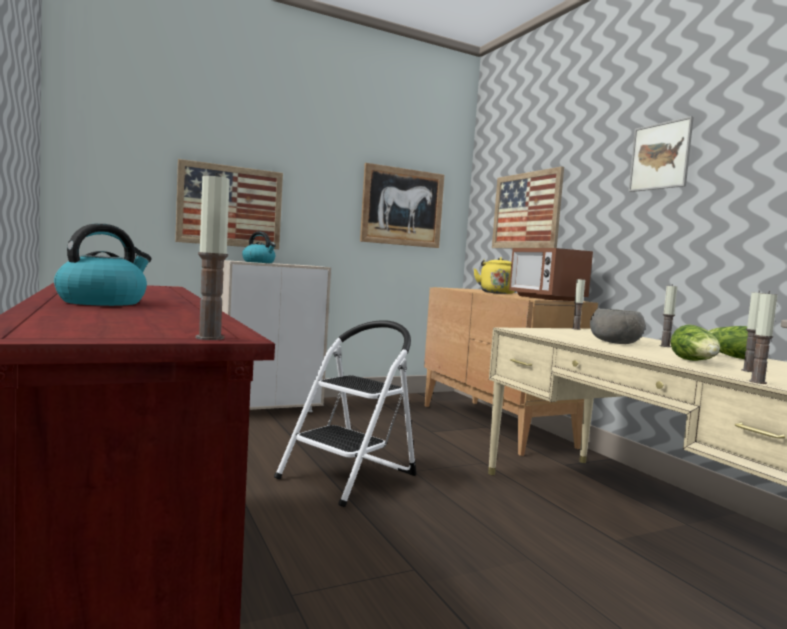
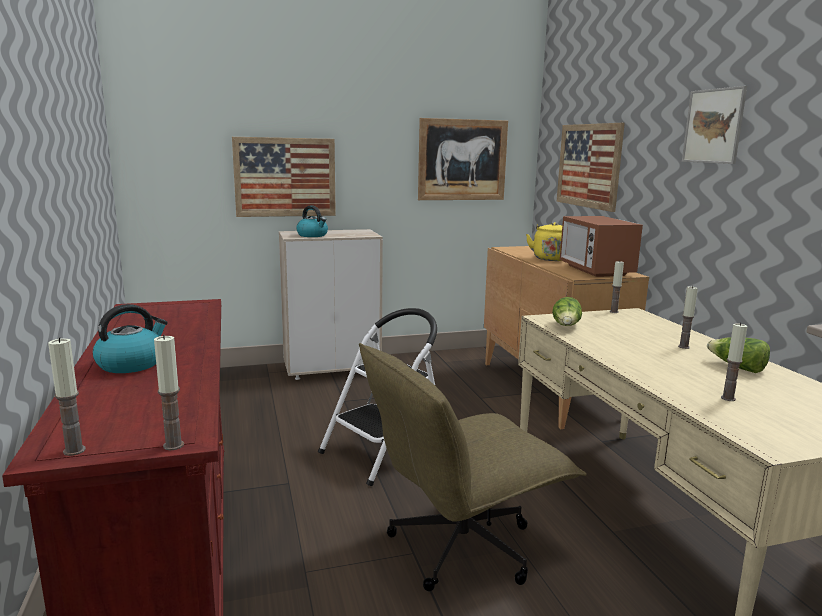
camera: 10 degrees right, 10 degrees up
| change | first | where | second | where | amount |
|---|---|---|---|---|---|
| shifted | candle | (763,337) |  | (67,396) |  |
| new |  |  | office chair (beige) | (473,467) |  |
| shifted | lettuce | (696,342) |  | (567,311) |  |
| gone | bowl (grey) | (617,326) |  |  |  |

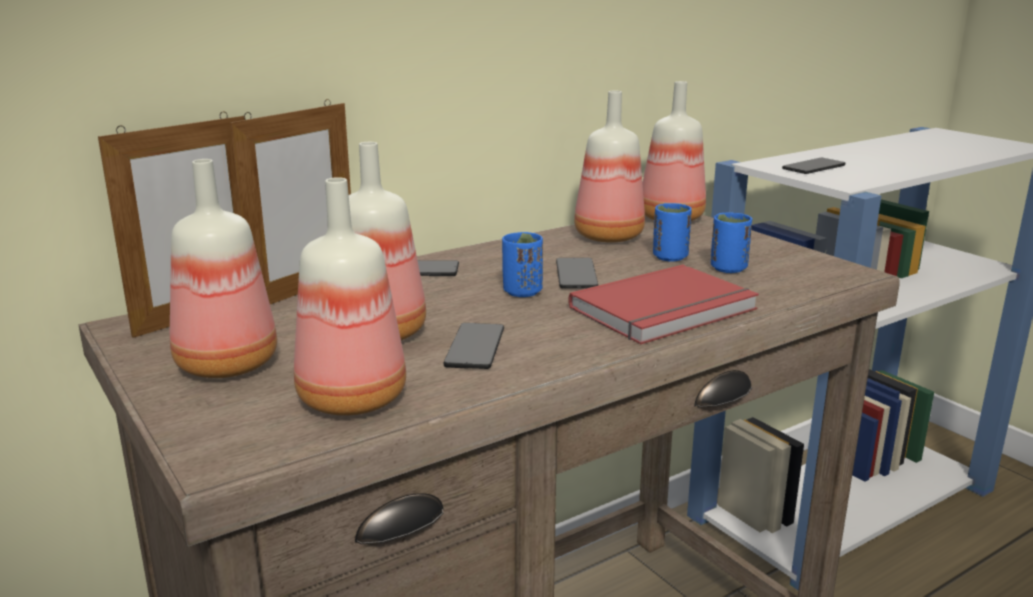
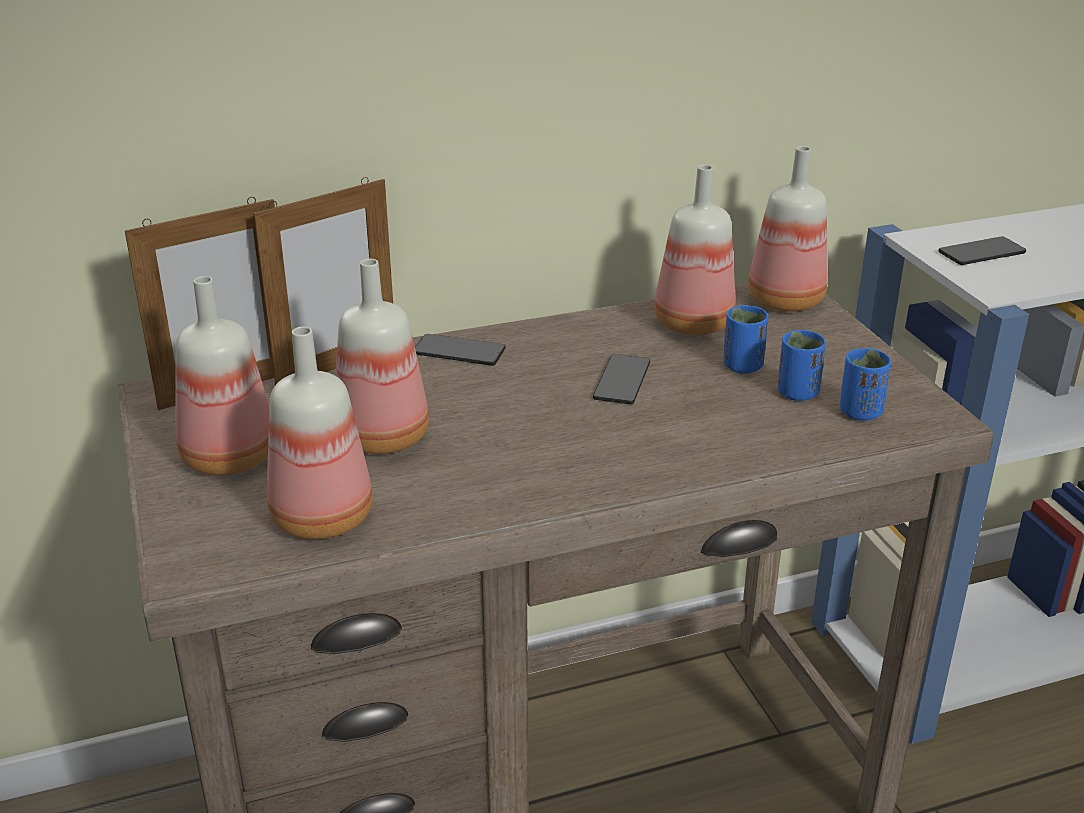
camera: 15 degrees right, 10 degrees up
| change | first | where | second | where | amount |
|---|---|---|---|---|---|
| shifted | cup (blue) | (522,264) |  | (865,384) |  |
| gone | phone | (474,346) |  |  |  |
| gone | book (red) | (664,304) |  |  |  |

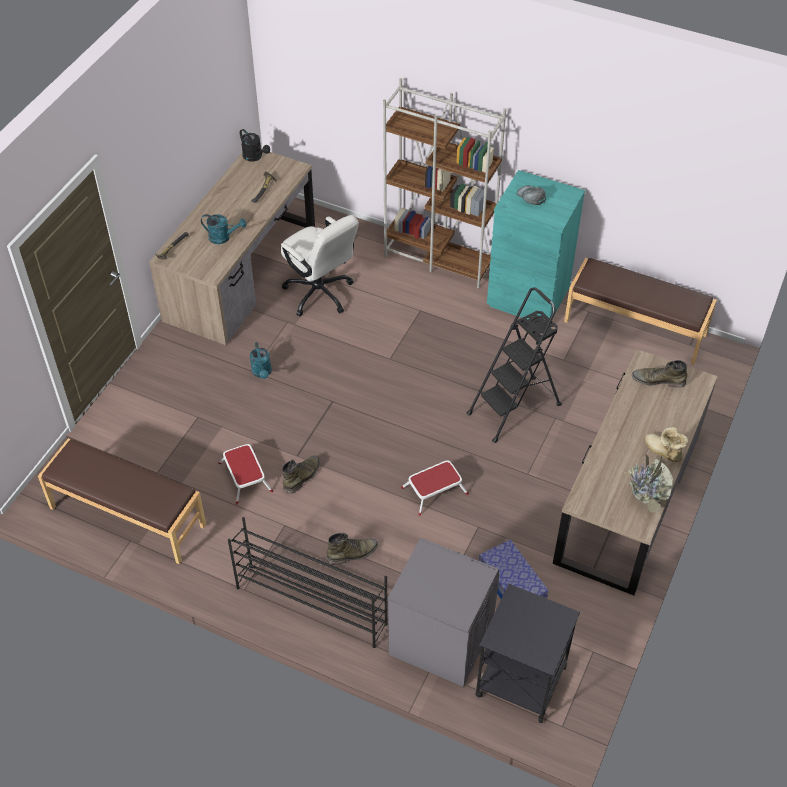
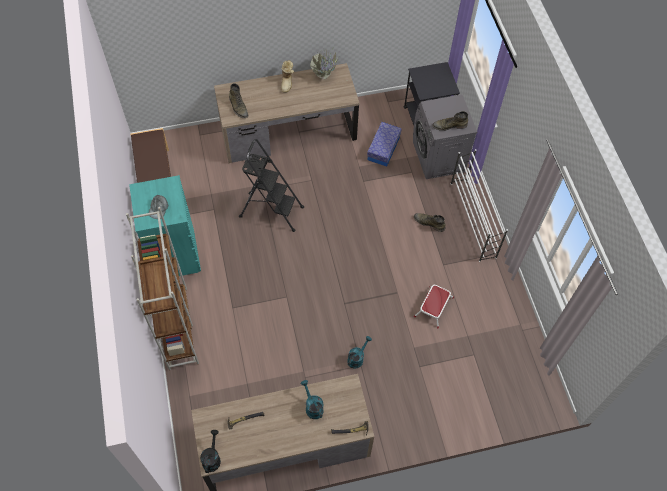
camera: 130 degrees left, 10 degrees up
| change | first | where | second | where | amount |
|---|---|---|---|---|---|
| shifted | boot (green) | (301,475) |  | (450,121) |  |
| repainted | shoe rack (black) | (308,582) | shoe rack (white) | (479,205) |  |
| gone | bench (brown) | (122,501) |  |  |  |
| gone | office chair (white) | (320,265) |  |  |  |
| gone | step ladder (red) | (435,488) |  |  |  |

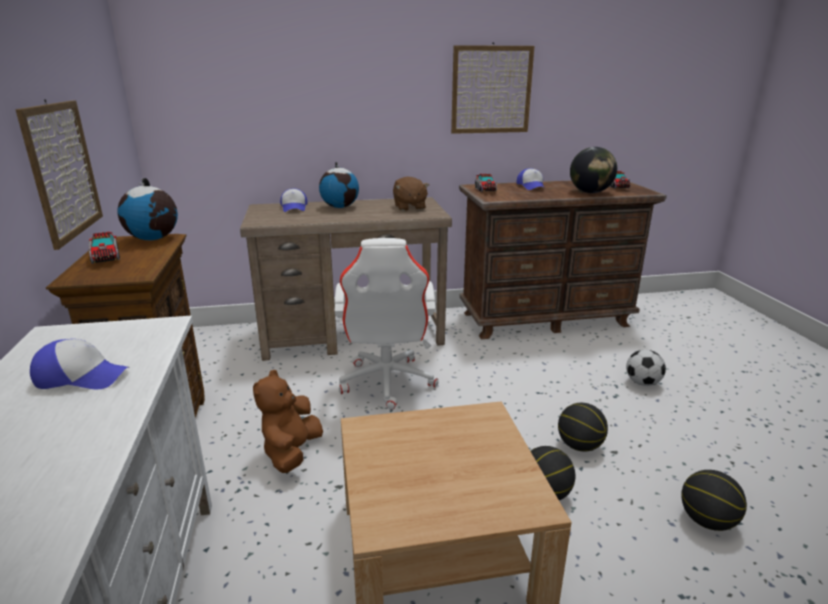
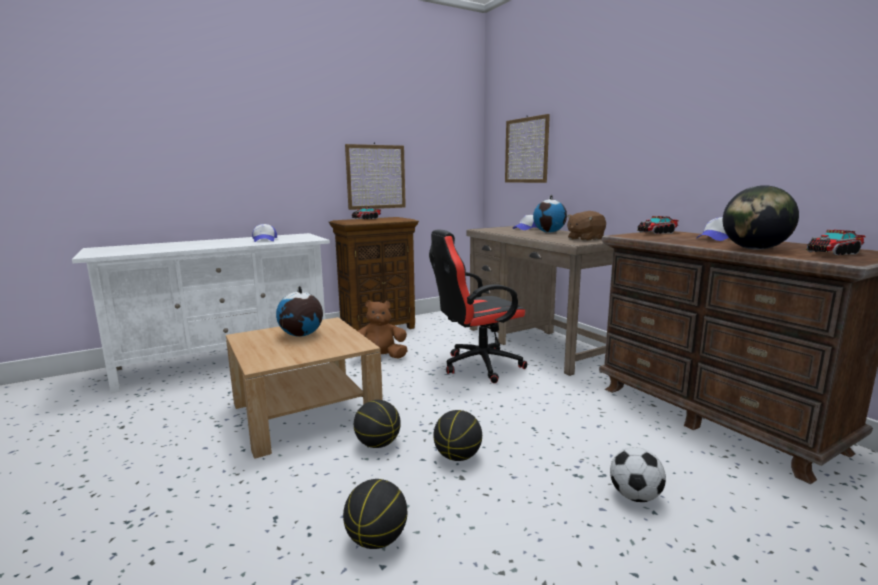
camera: 70 degrees right, 10 degrees down
| change | first | where | second | where | amount |
|---|---|---|---|---|---|
| shifted | globe | (148,209) |  | (299,311) |  |
| repainted | office chair (white) | (386,323) | office chair (black) | (478,306) |  |
| shifted | picture | (492,88) |  | (527,148) |  |

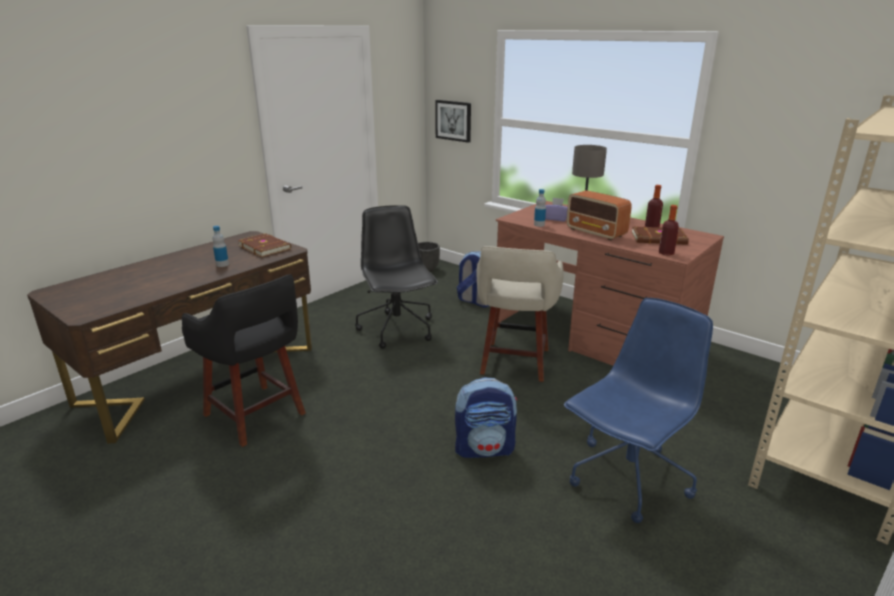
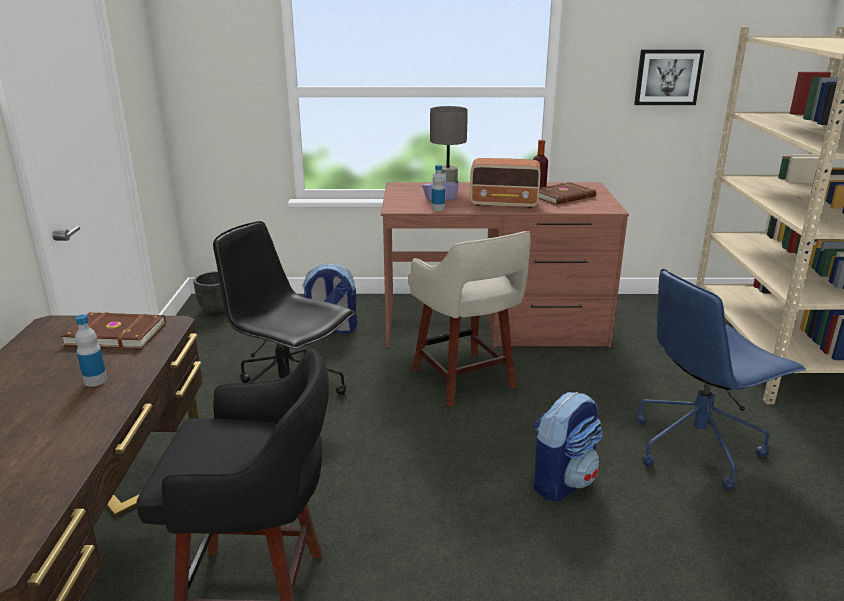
camera: 40 degrees left, 0 degrees up
| change | first | where | second | where | amount |
|---|---|---|---|---|---|
| shifted | picture | (453,121) |  | (669,77) |  |
| rotated | office chair (blue) | (638,410) |  | (721,379) | 120 degrees counterclockwise |
| gone | bottle | (669,230) |  |  |  |

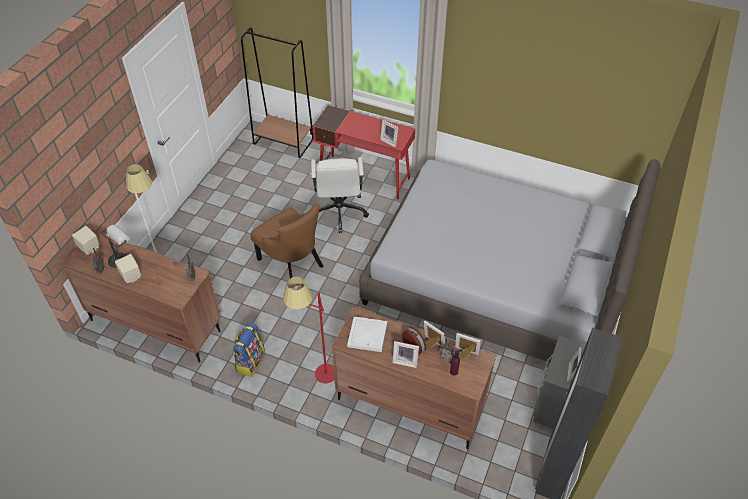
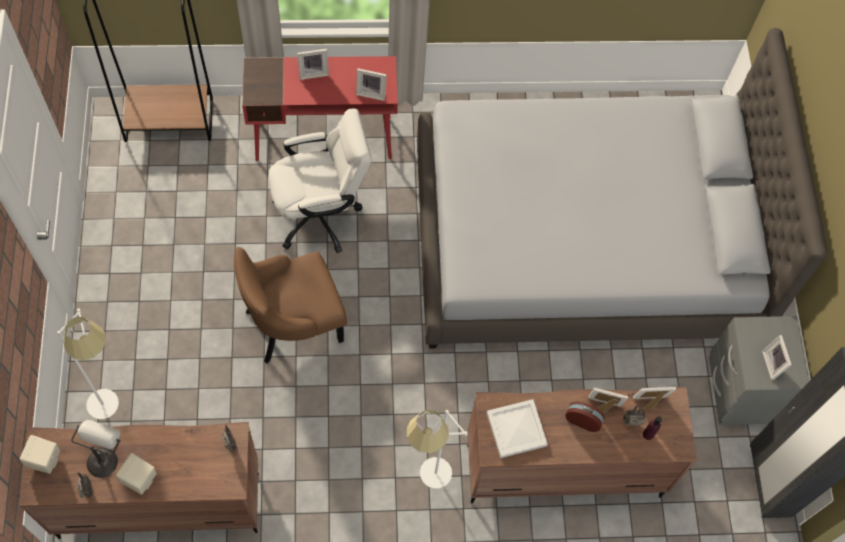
camera: 30 degrees left, 15 degrees up
| change | first | where | second | where | amount |
|---|---|---|---|---|---|
| rotated | chair (brown) | (287,246) |  | (290,305) | 135 degrees clockwise |
| rotated | office chair (white) | (340,195) |  | (320,181) | 75 degrees counterclockwise |
| shifted | picture frame | (405,354) |  | (313,64) |  |
| repainted | floor lamp (red) | (309,329) | floor lamp (white) | (437,449) |  |
| gone | backpack | (249,350) |  |  |  |

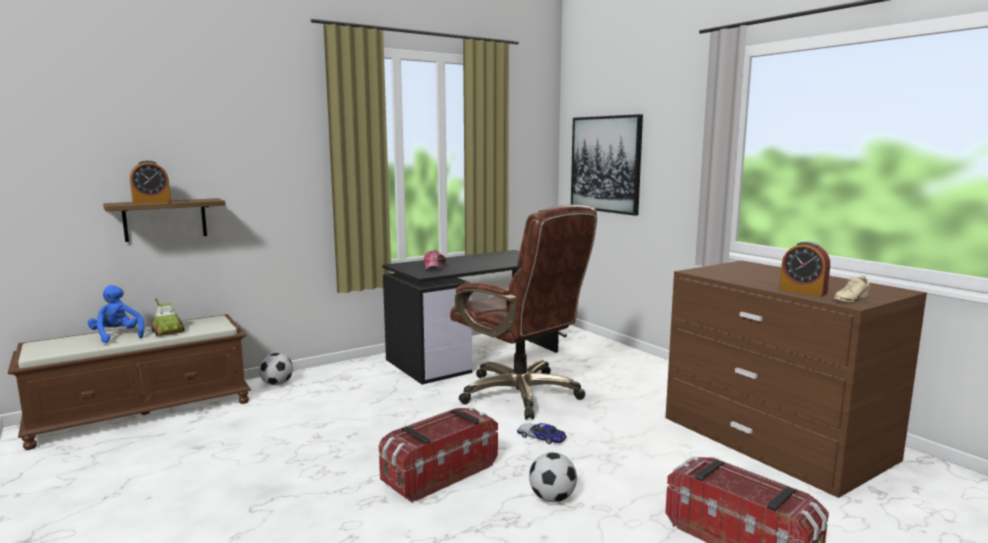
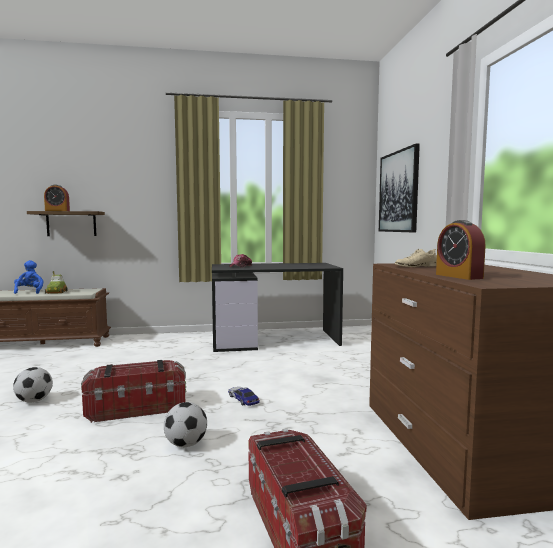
camera: 25 degrees right, 5 degrees down
| change | first | where | second | where | amount |
|---|---|---|---|---|---|
| shifted | football | (276,369) |  | (33,384) |  |
| shifted | shoe (beige) | (852,289) |  | (416,258) |  |
| gone | office chair (brown) | (523,312) |  |  |  |

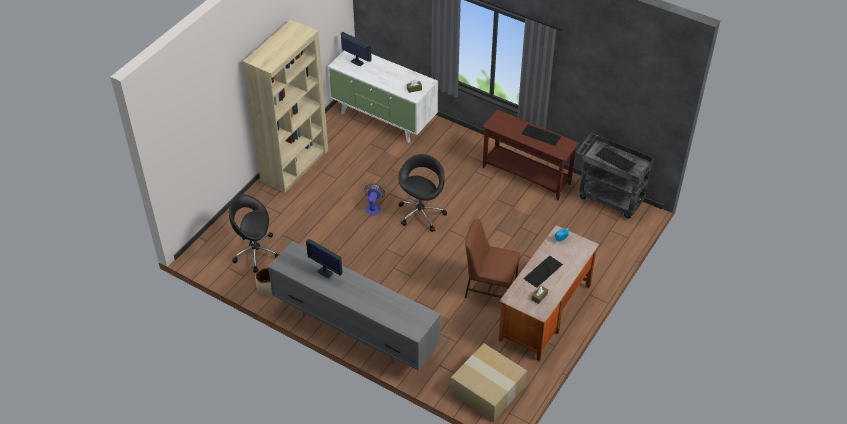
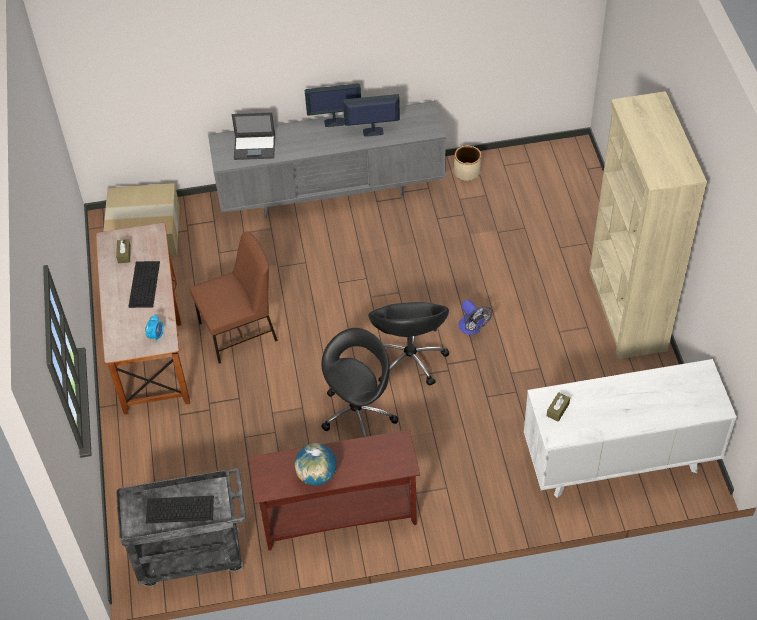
camera: 140 degrees right, 5 degrees up
| change | first | where | second | where | amount |
|---|---|---|---|---|---|
| new |  |  | laptop | (253,136) |  |
| swapped | keyboard | (541,135) | globe | (315,464) |  |
| shifted | monitor | (356,49) |  | (333,105) |  |
| shifted | office chair (black) | (254,233) |  | (359,382) |  |

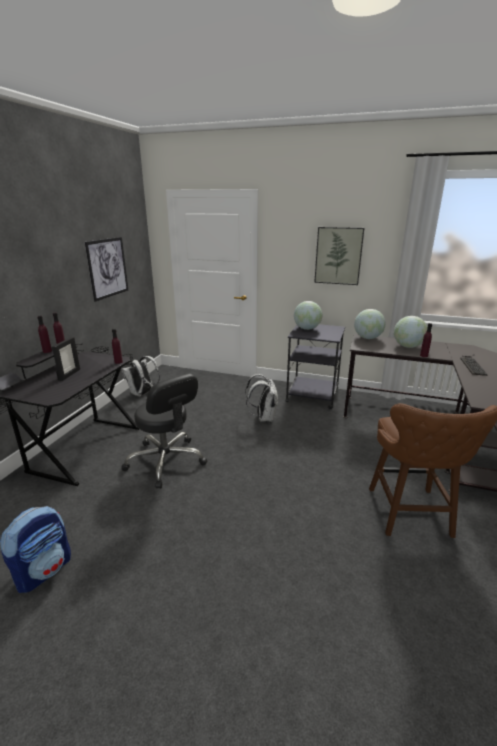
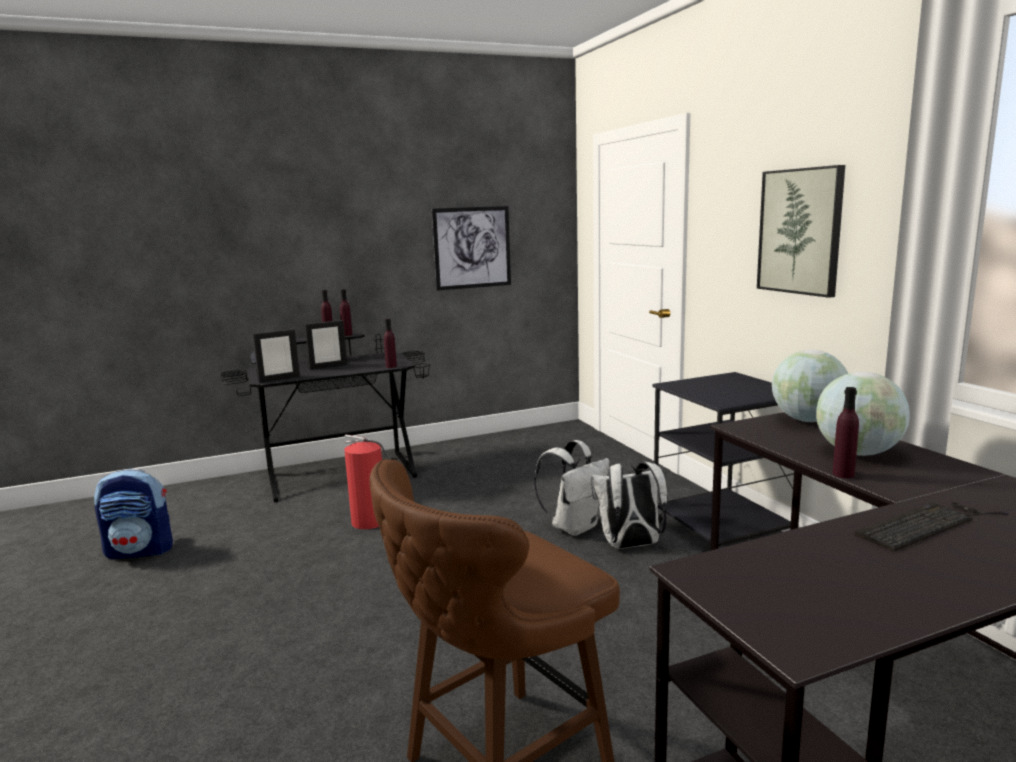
camera: 50 degrees right, 10 degrees down
| change | first | where | second | where | amount |
|---|---|---|---|---|---|
| new |  |  | picture frame | (276,356) |  |
| swapped | office chair (black) | (164,431) | fire extinguisher | (367,482) |  |
| shifted | backpack (white) | (140,376) |  | (629,505) |  |
| gone | globe | (308,315) |  |  |  |

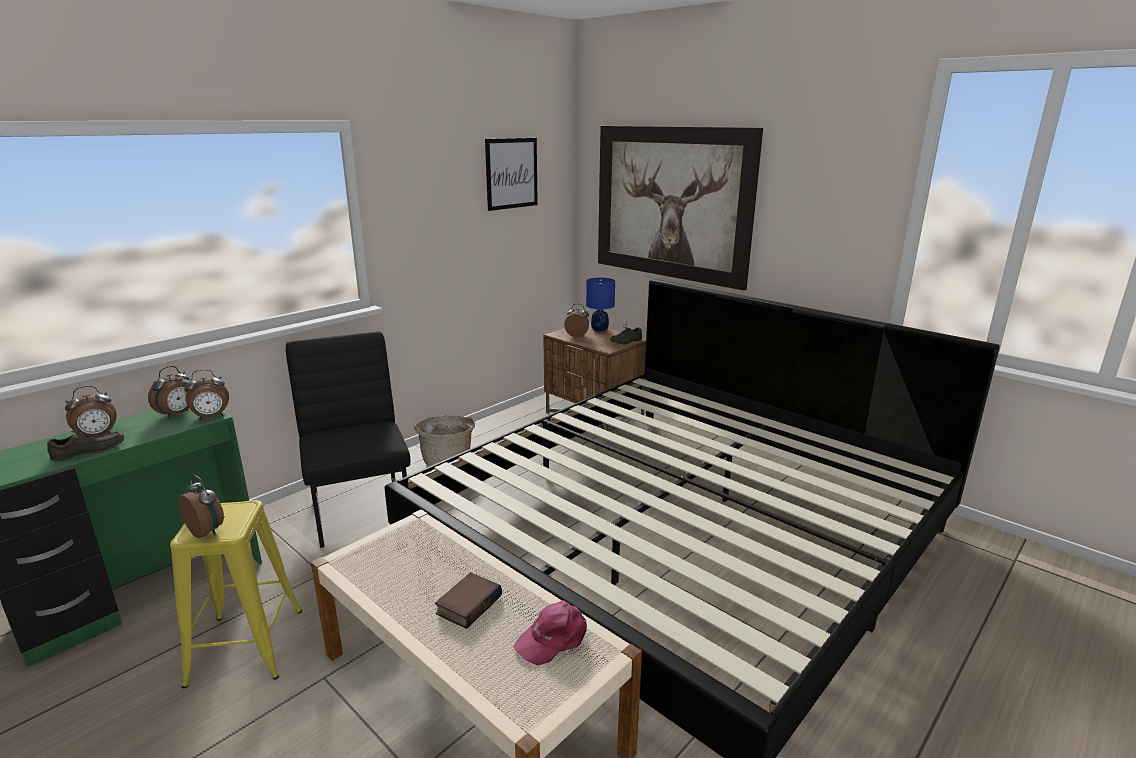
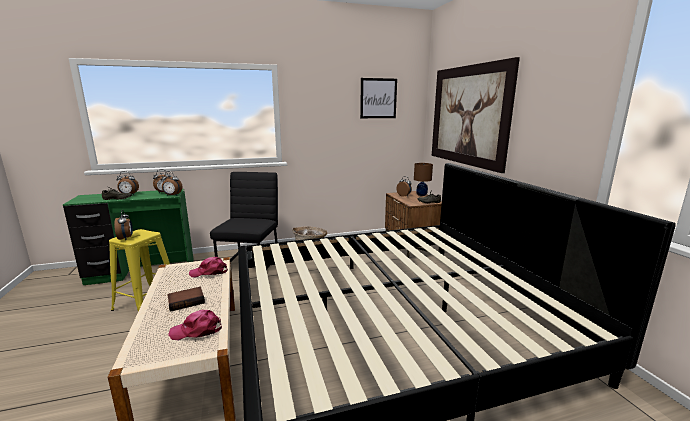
camera: 30 degrees right, 5 degrees down
| change | first | where | second | where | amount |
|---|---|---|---|---|---|
| new |  |  | cap (pink) | (208,267) |  |
| repainted | table lamp (blue) | (600,304) | table lamp (brown) | (423,179) |  |

